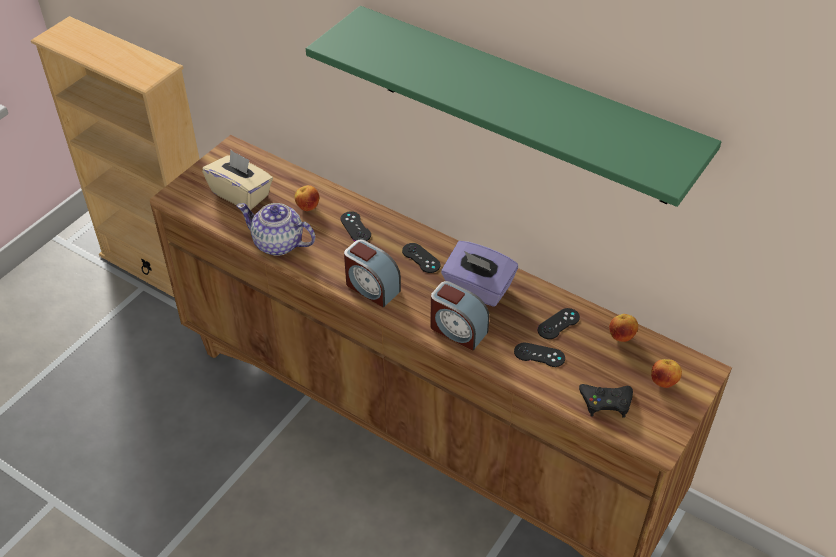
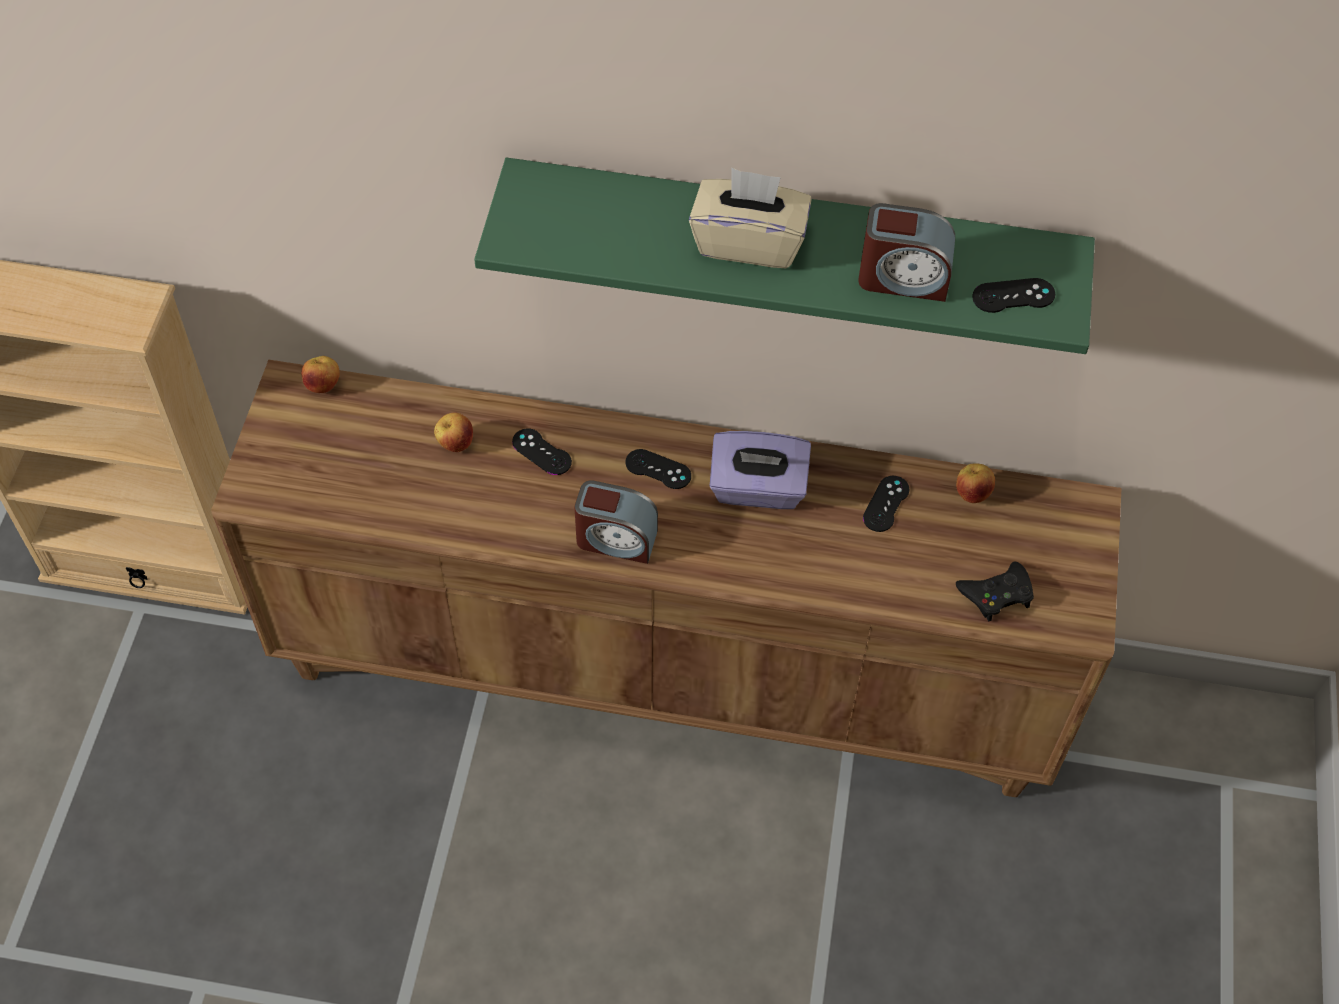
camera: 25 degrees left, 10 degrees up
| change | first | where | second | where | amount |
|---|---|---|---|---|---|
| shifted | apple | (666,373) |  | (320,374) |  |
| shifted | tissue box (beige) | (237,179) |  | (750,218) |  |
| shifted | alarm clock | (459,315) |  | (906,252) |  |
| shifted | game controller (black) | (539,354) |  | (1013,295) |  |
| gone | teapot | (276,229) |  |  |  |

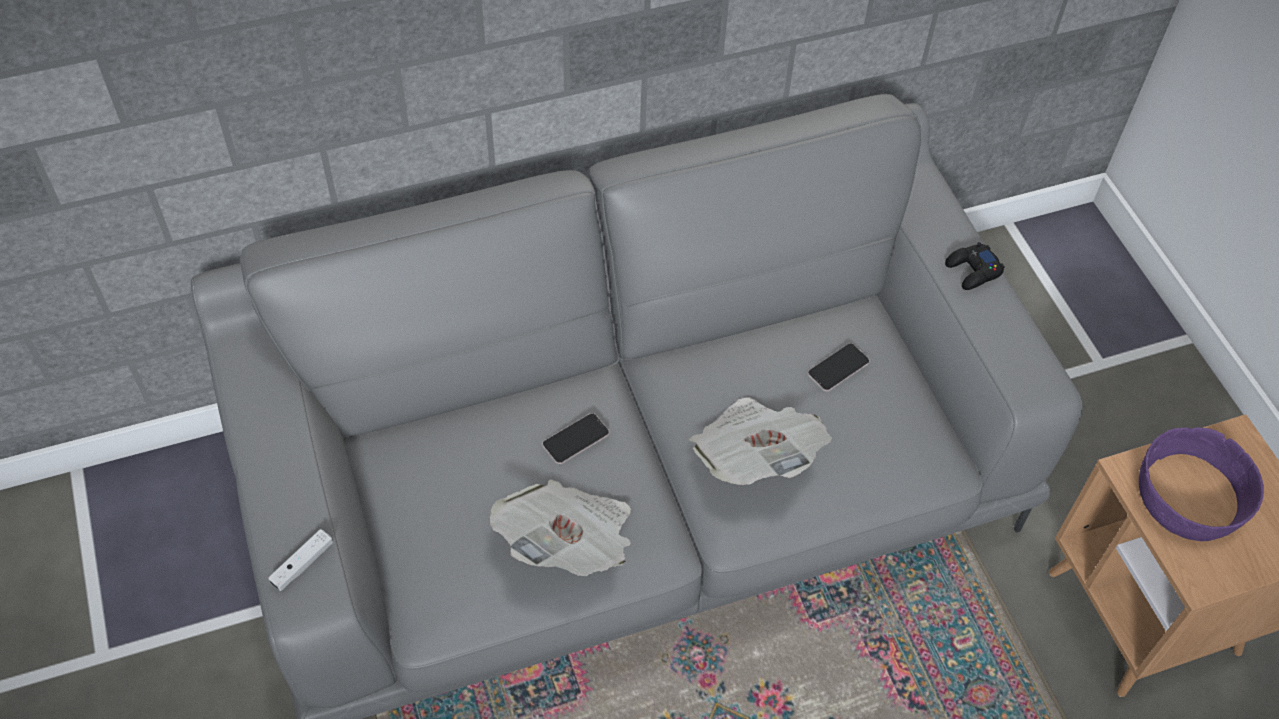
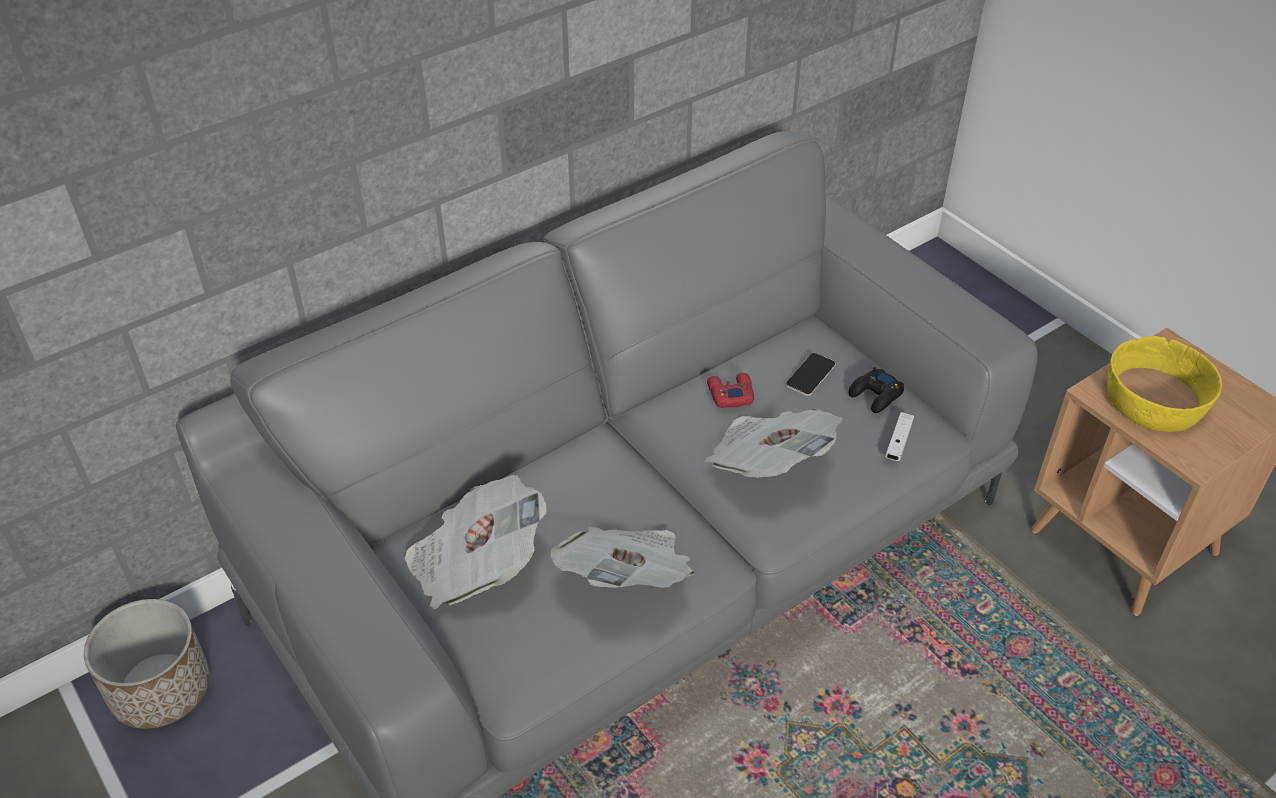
camera: 15 degrees left, 10 degrees down
| change | first | where | second | where | amount |
|---|---|---|---|---|---|
| new |  |  | planter | (147,664) |  |
| new |  |  | newspaper | (476,542) |  |
| new |  |  | game controller (red) | (730,390) |  |
| shifted | game controller (black) | (975,266) |  | (876,390) |  |
| shifted | game controller (white) | (300,560) |  | (899,436) |  |
| repainted | bowl (purple) | (1201,484) | bowl (yellow) | (1164,384) |  |
| gone | phone | (575,438) |  |  |  |

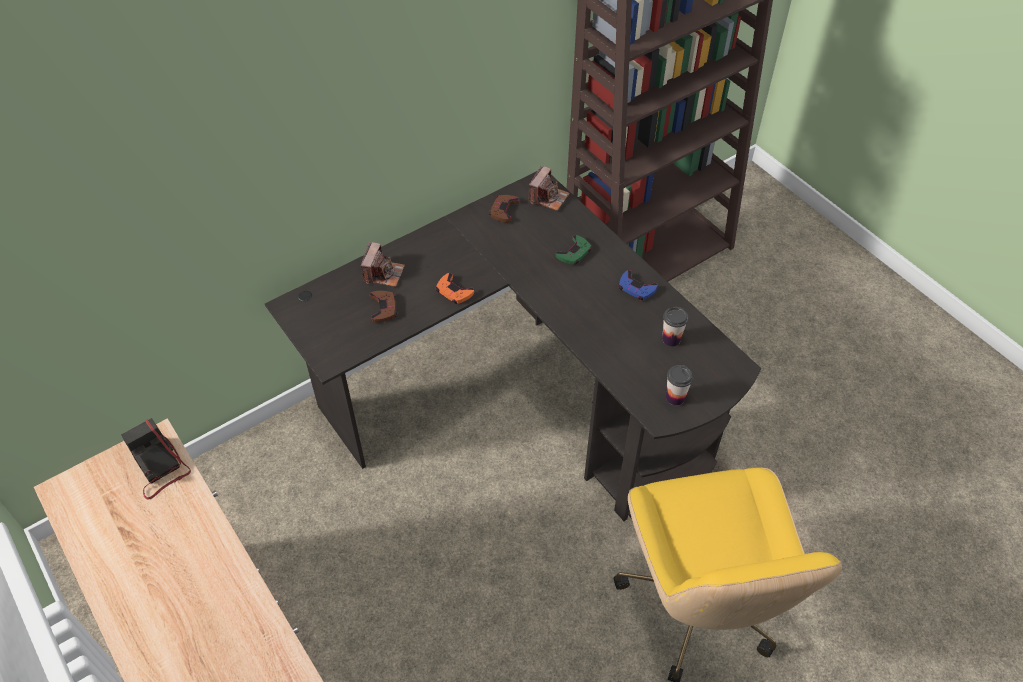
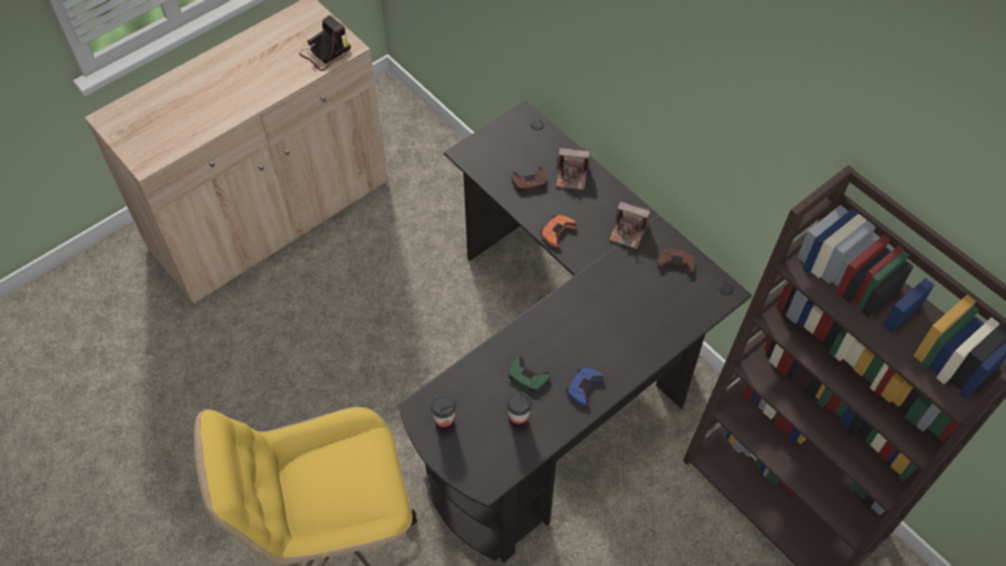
camera: 85 degrees right, 5 degrees up
| change | first | where | second | where | amount |
|---|---|---|---|---|---|
| shifted | game controller (green) | (574,250) |  | (529,374) |  |
| shifted | photo camera | (549,188) |  | (630,225) |  |

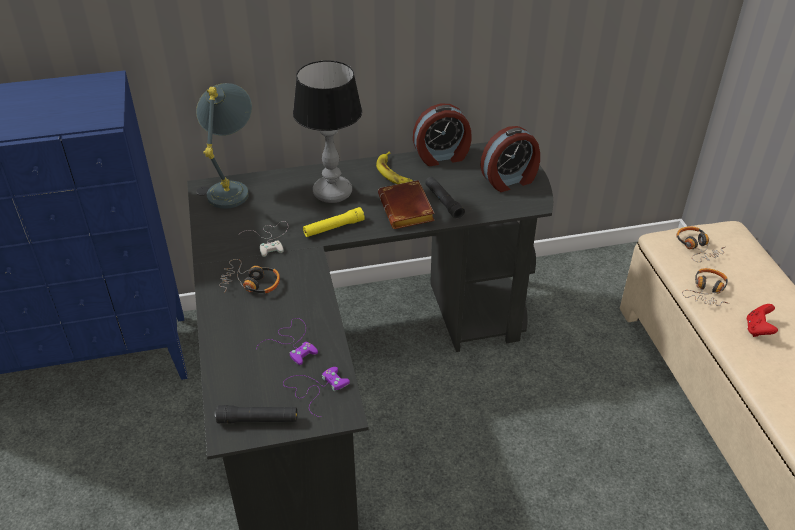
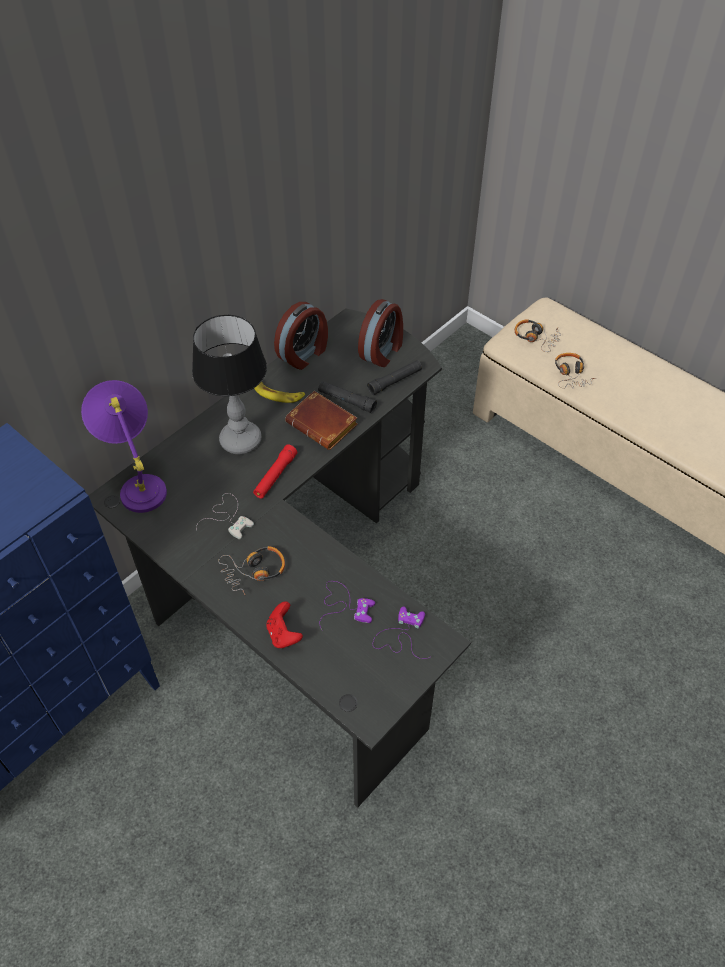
camera: 35 degrees left, 10 degrees up
| change | first | where | second | where | amount |
|---|---|---|---|---|---|
| repainted | table lamp (grey) | (224,146) | table lamp (purple) | (124,446) |  |
| repainted | flashlight (yellow) | (334,222) | flashlight (red) | (275,471) |  |
| shifted | game controller (red) | (762,320) |  | (285,624) |  |
| shifted | flashlight (black) | (256,414) |  | (394,377) |  |

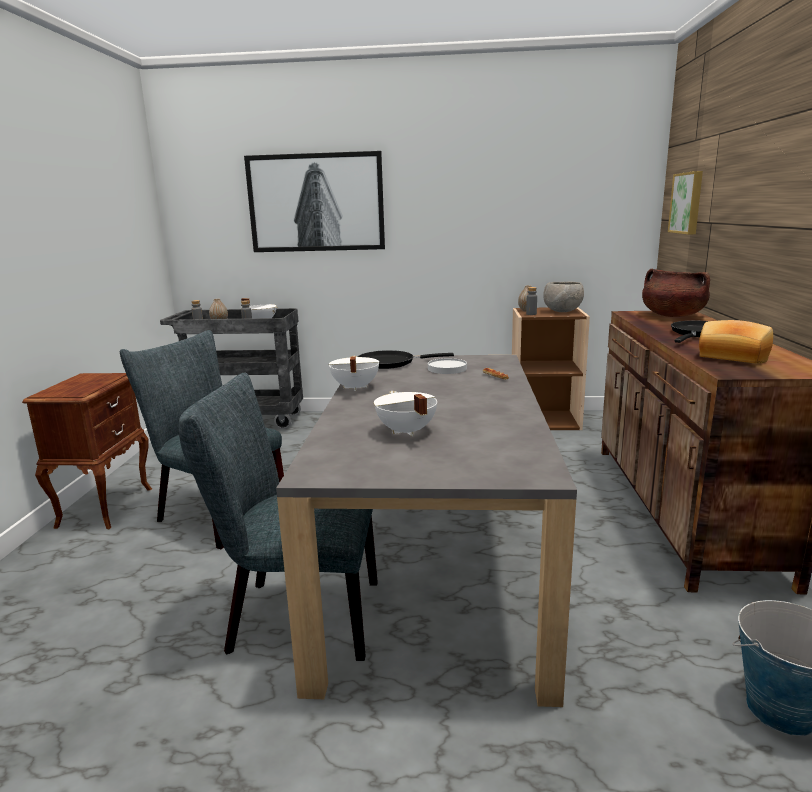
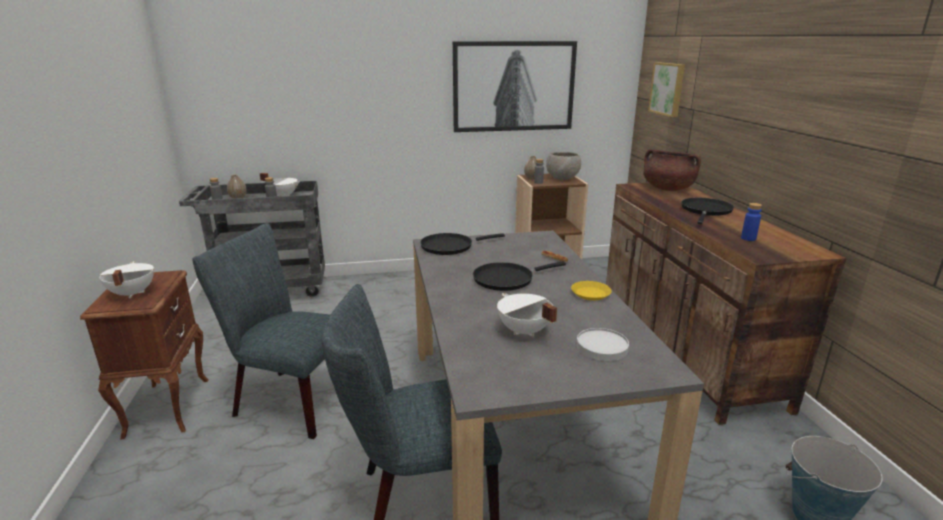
camera: 15 degrees left, 5 degrees up
| change | first | where | second | where | amount |
|---|---|---|---|---|---|
| shifted | cooking pot (white) | (354,373) |  | (126,279) |  |
| shifted | picture | (314,201) |  | (515,86) |  |
| new |  |  | frying pan (black) | (519,276) |  |
| new |  |  | plate (yellow) | (591,290) |  |
| shifted | plate (white) | (447,366) |  | (603,344) |  |
| swapped | bread | (736,342) | bottle (blue) | (751,222) |  |

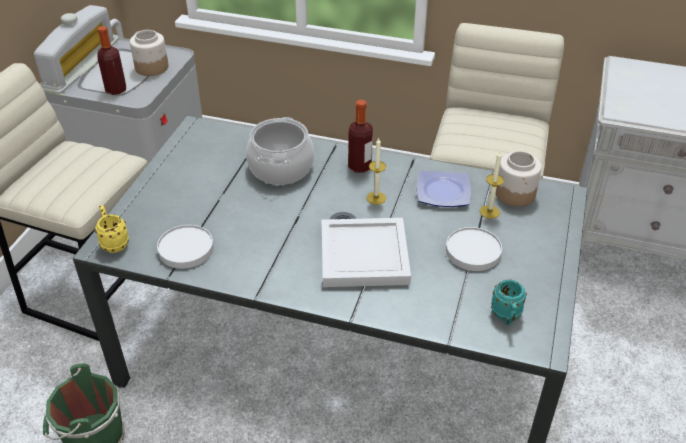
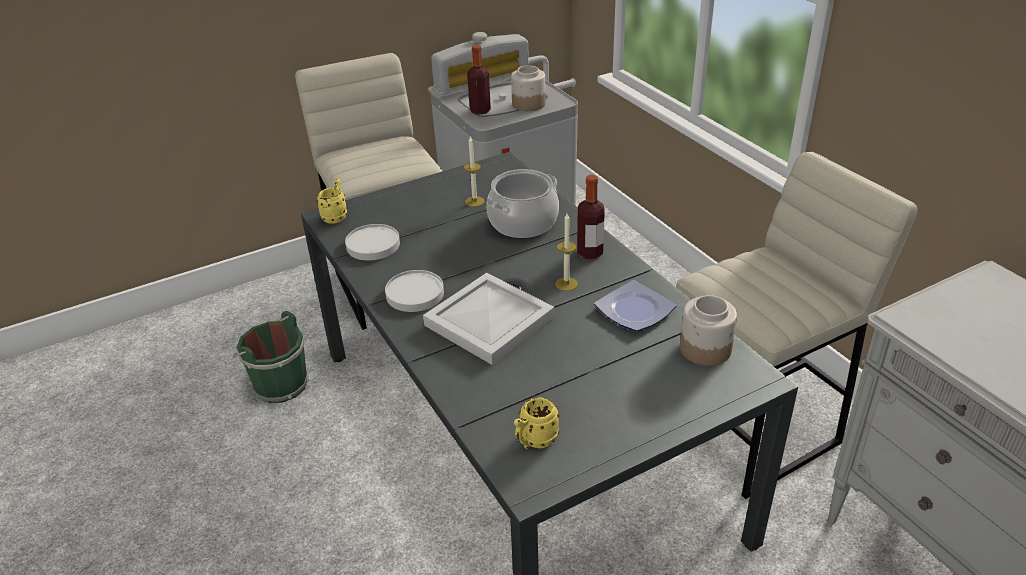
camera: 45 degrees right, 5 degrees down
| change | first | where | second | where | amount |
|---|---|---|---|---|---|
| shifted | plate (white) | (474,249) |  | (414,291) |  |
| shifted | candle | (492,185) |  | (474,171) |  |
| repainted | mug (turquoise) | (509,302) | mug (yellow) | (536,423) |  |

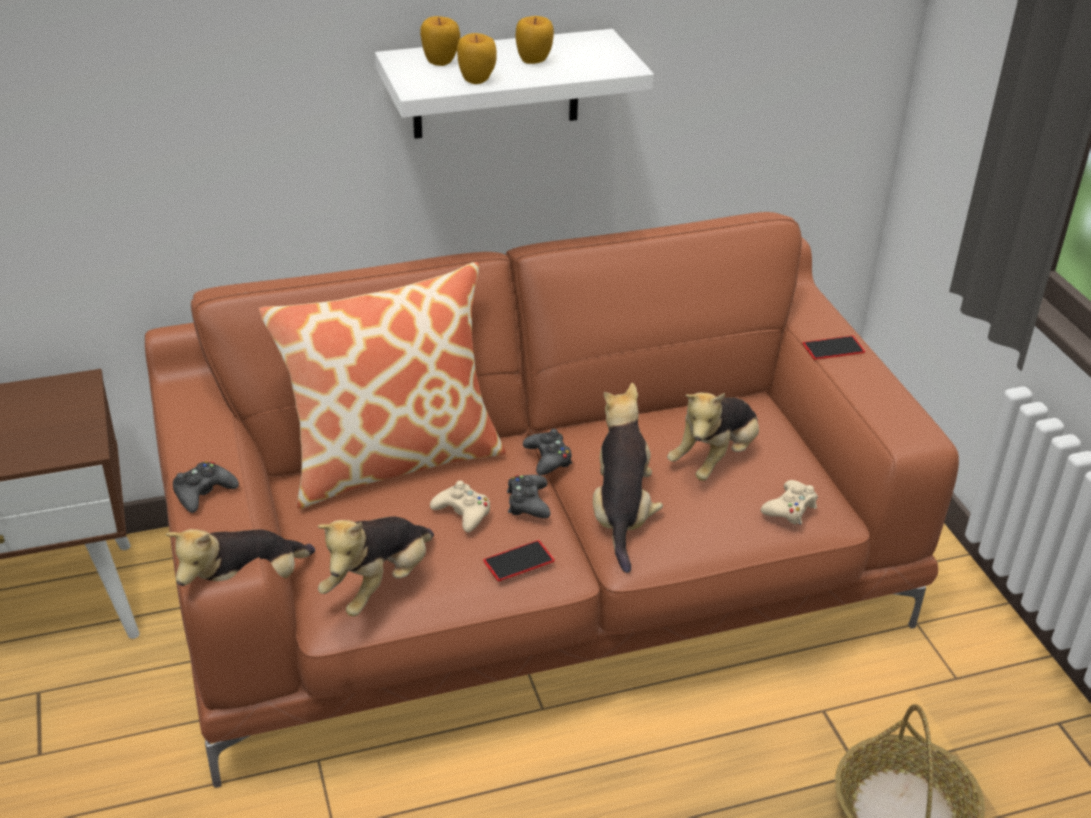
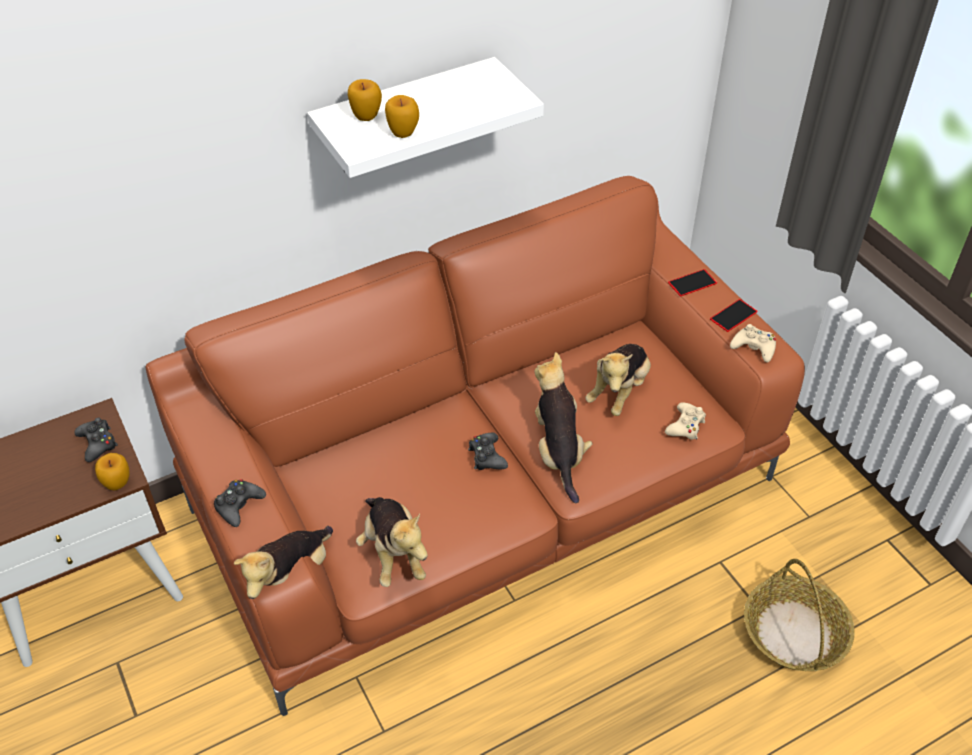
camera: 10 degrees left, 10 degrees up
| change | first | where | second | where | amount |
|---|---|---|---|---|---|
| shifted | game controller (black) | (547,452) |  | (96,440) |  |
| shifted | apple | (535,40) |  | (112,472) |  |
| rotated | plush toy | (376,566) |  | (392,542) | 45 degrees counterclockwise |
| shifted | phone | (519,560) |  | (733,315) |  |
| shifted | game controller (beige) | (460,507) |  | (753,343) |  |
| gone | pillow | (382,385) |  |  |  |

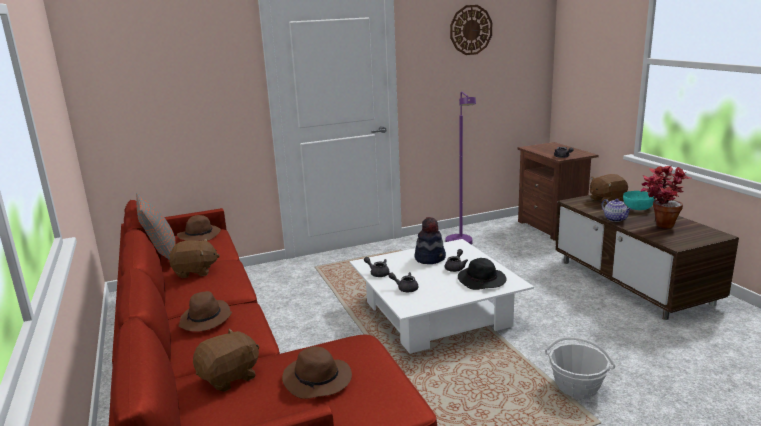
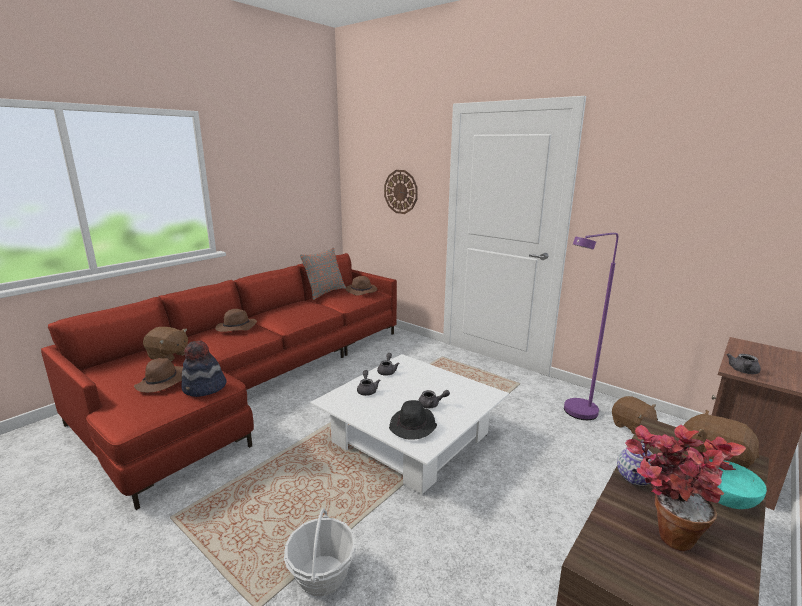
camera: 60 degrees right, 0 degrees up
| change | first | where | second | where | amount |
|---|---|---|---|---|---|
| shifted | hat | (430,240) |  | (204,368) |  |
| shifted | wall clock | (471,30) |  | (401,192) |  |
| shifted | plush toy (brown) | (194,258) |  | (635,415) |  |

